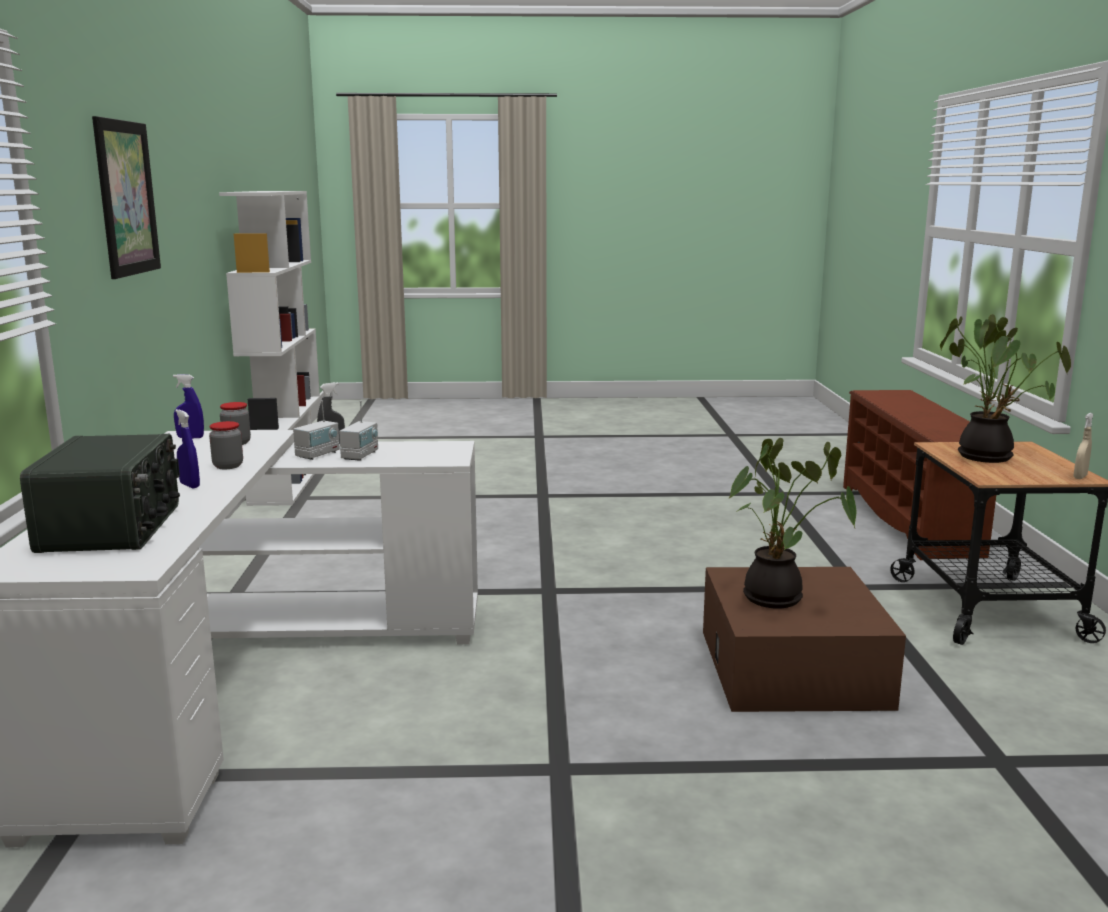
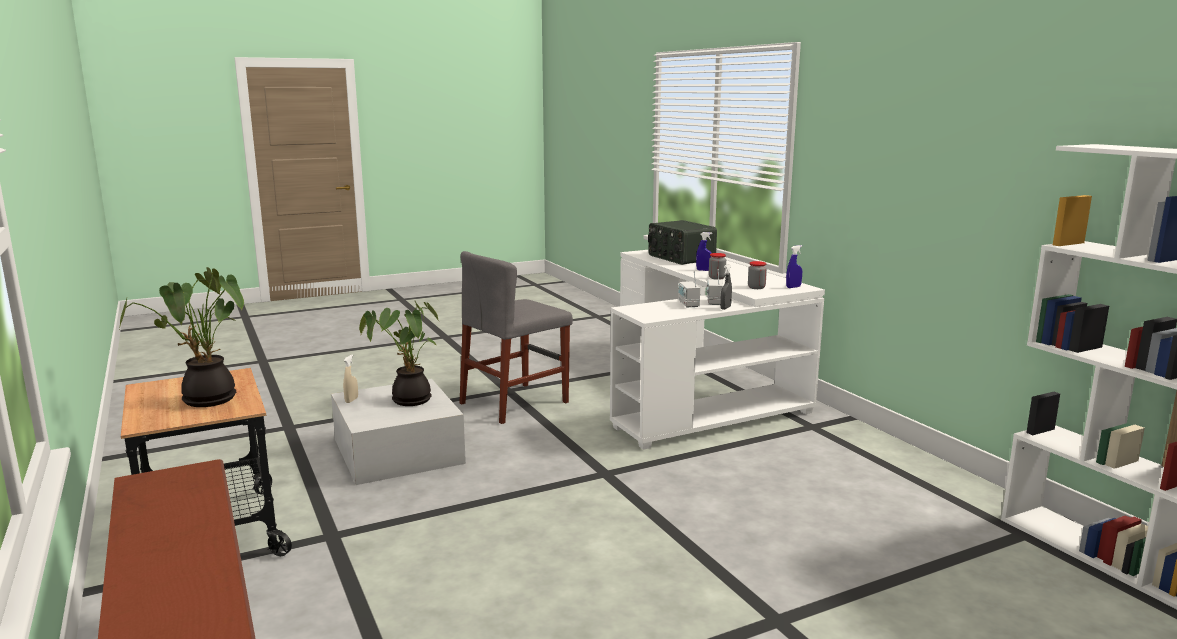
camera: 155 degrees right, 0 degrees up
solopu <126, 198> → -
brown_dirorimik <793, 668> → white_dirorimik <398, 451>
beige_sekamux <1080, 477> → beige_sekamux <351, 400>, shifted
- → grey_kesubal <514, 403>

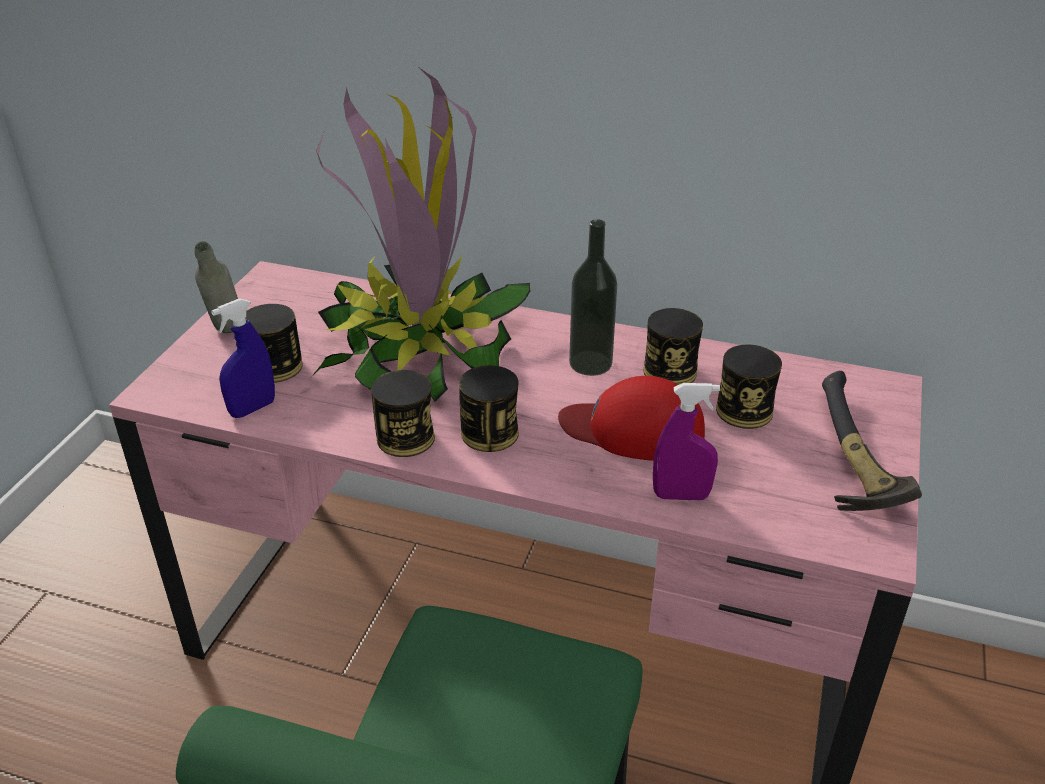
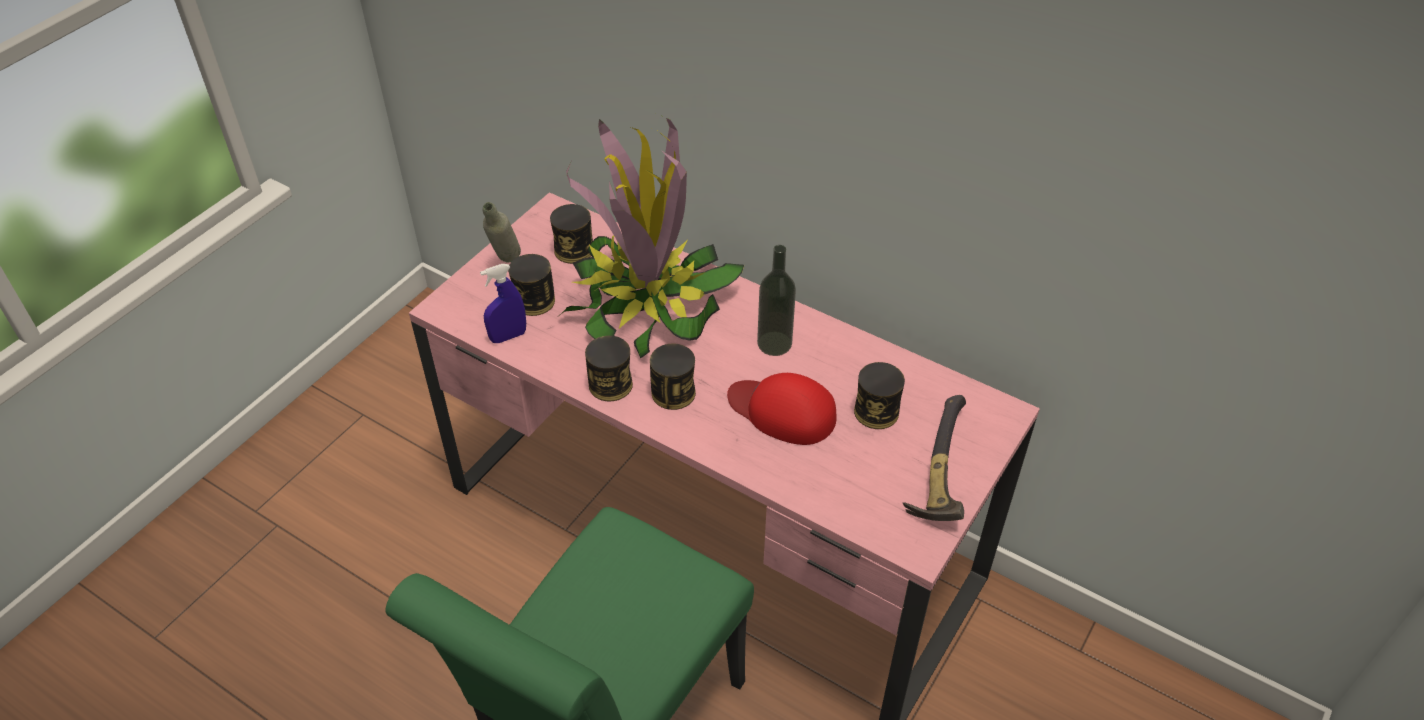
camera: 15 degrees right, 10 degrees up
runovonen <670, 371> → runovonen <574, 250>, shifted
purple_sekamux <681, 495> → -

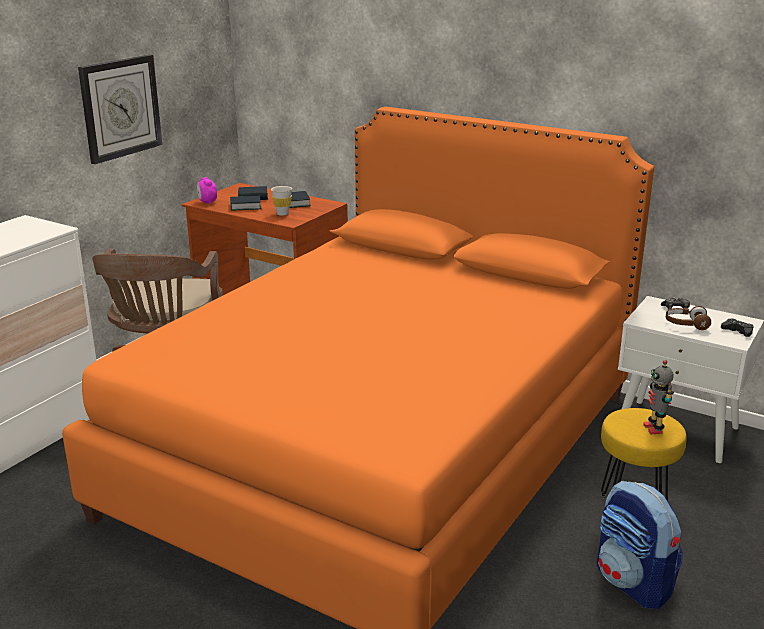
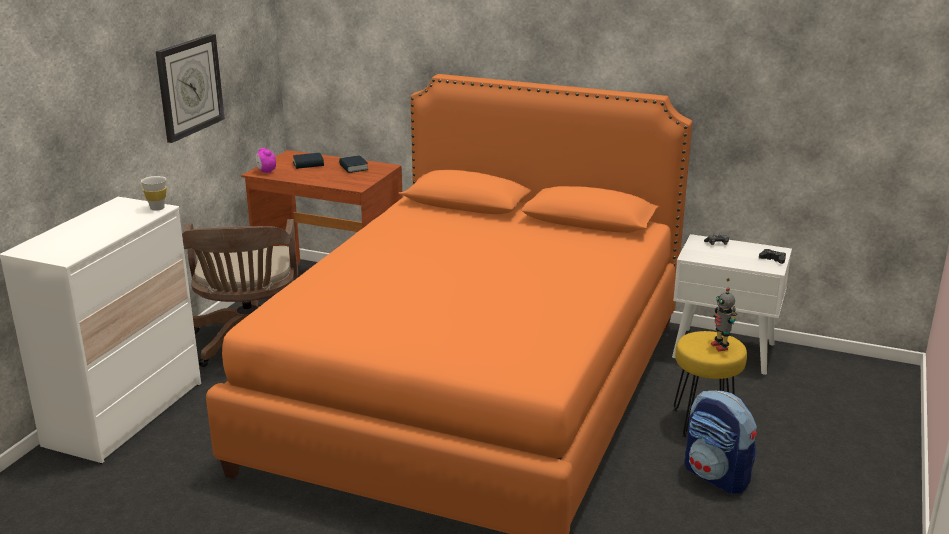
camera: 10 degrees left, 0 degrees up
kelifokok <245, 206> → -
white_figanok <282, 214> → white_figanok <157, 208>, shifted
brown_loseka <686, 324> → -

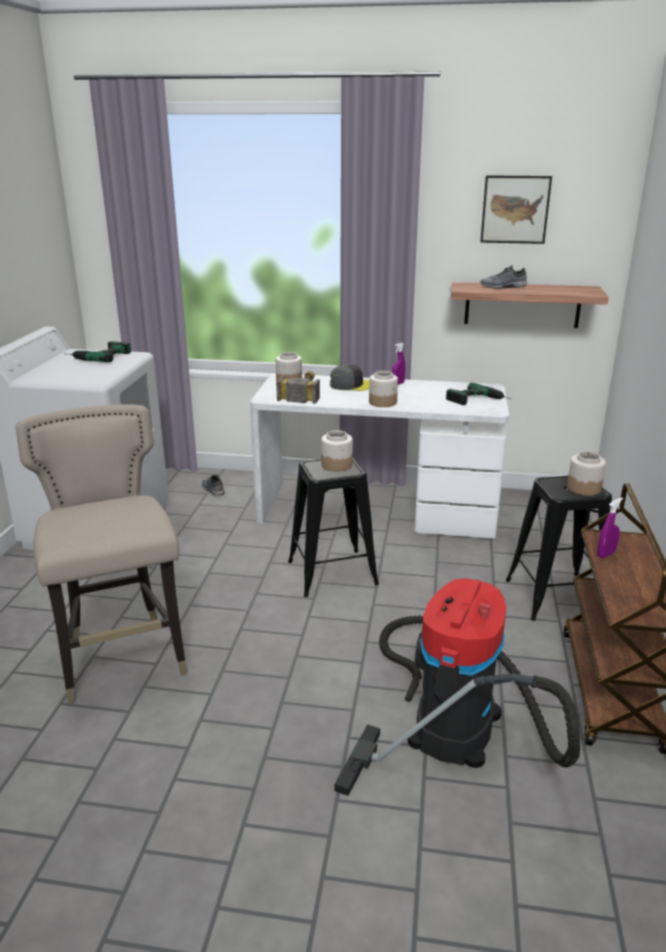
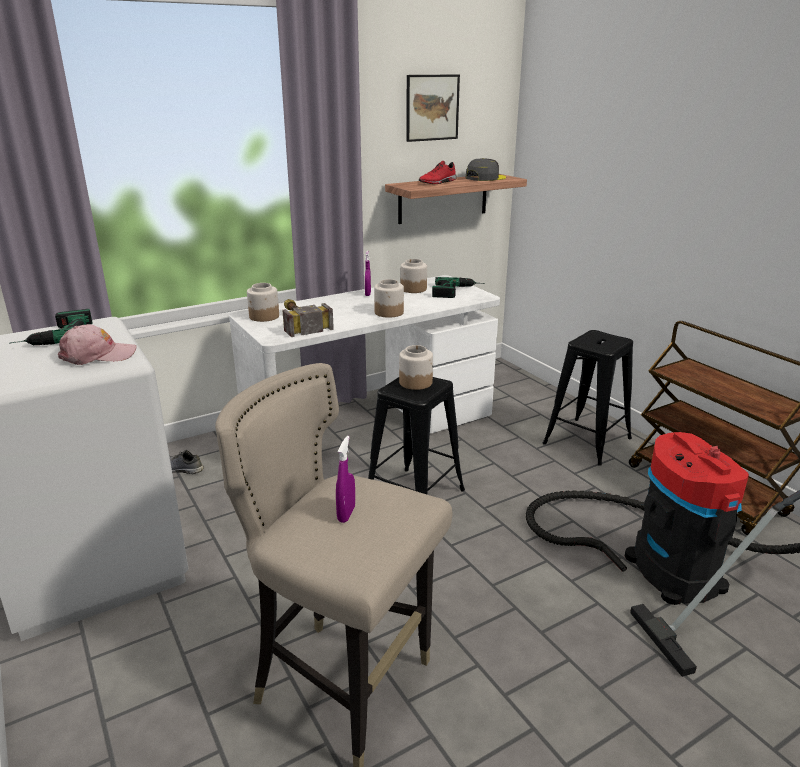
camera: 40 degrees left, 0 degrees up
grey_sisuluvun <351, 385> → grey_sisuluvun <485, 178>, shifted
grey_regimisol <503, 287> → red_regimisol <438, 182>
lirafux <583, 488> → lirafux <413, 289>, shifted
purple_sekamux <606, 554> → purple_sekamux <346, 514>, shifted
- → pink_sisuluvun <98, 355>

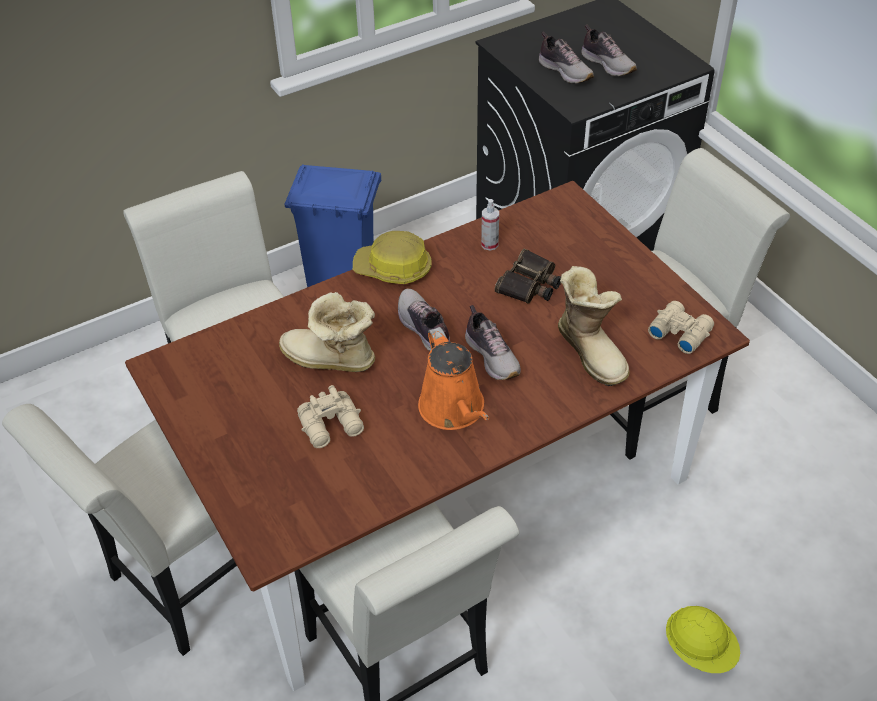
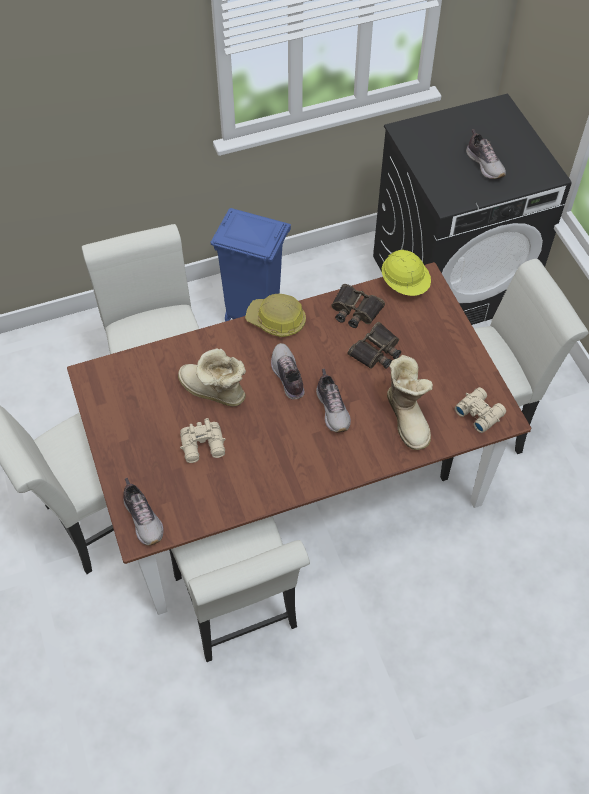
camera: 10 degrees right, 10 degrees up
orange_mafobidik <454, 410> → -
sekamux <489, 244> → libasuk <354, 311>
regimisol <565, 71> → regimisol <144, 518>, shifted
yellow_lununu <699, 650> → yellow_lununu <405, 284>, shifted

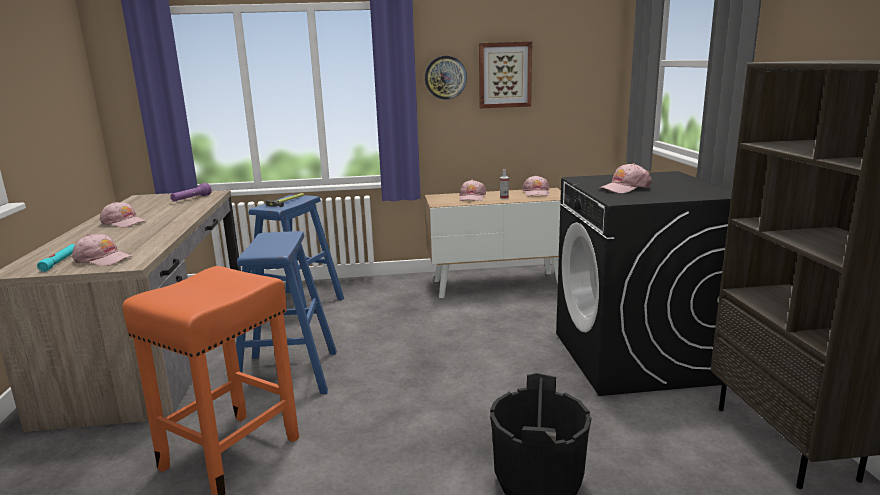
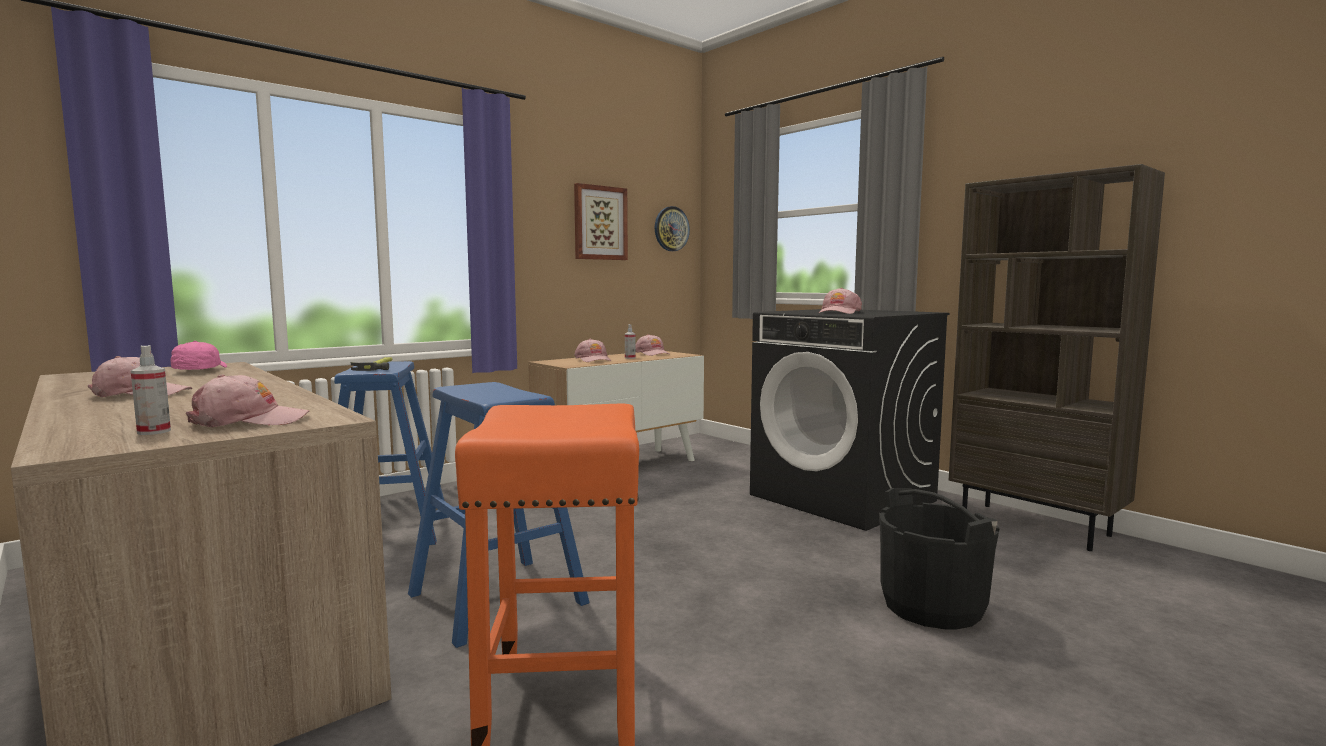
camera: 35 degrees left, 10 degrees down
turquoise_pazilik <60, 261> → sekamux <154, 432>
purple_pazilik <191, 199> → pink_sisuluvun <199, 370>
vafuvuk <445, 77> → vafuvuk <671, 229>, shifted

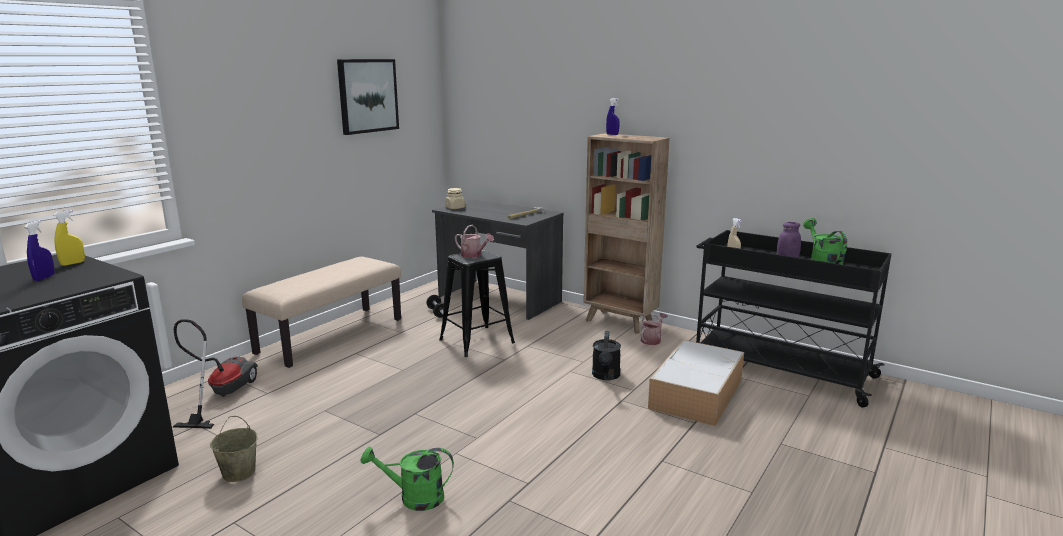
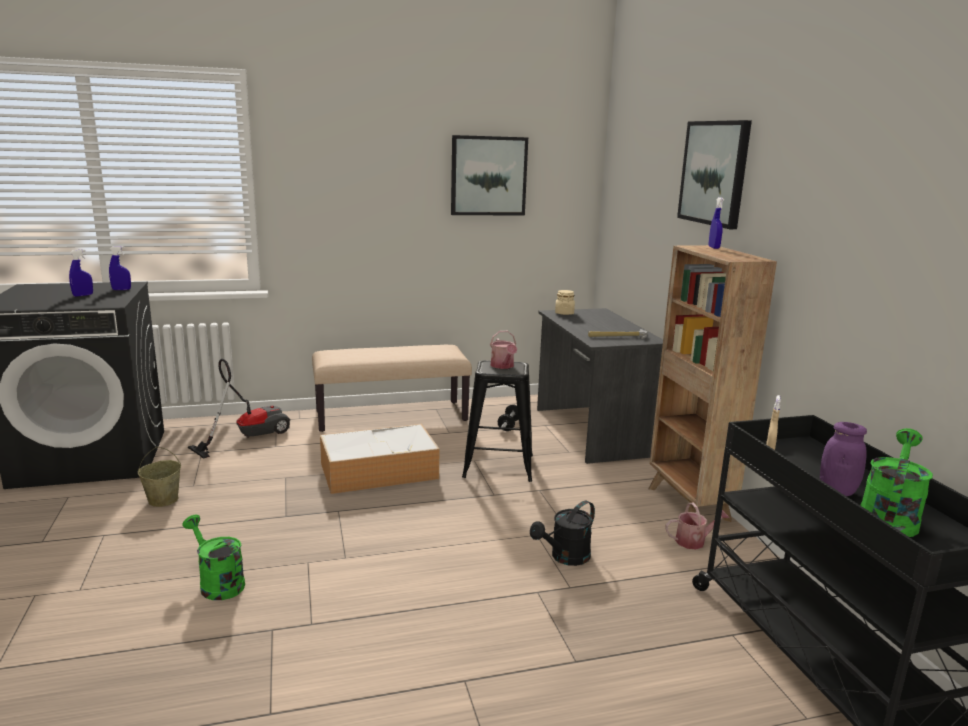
camera: 40 degrees right, 0 degrees up
yellow_sekamux <73, 263> → blue_sekamux <121, 289>
dirorimik <696, 393> → dirorimik <380, 471>, shifted
- → solopu <714, 173>

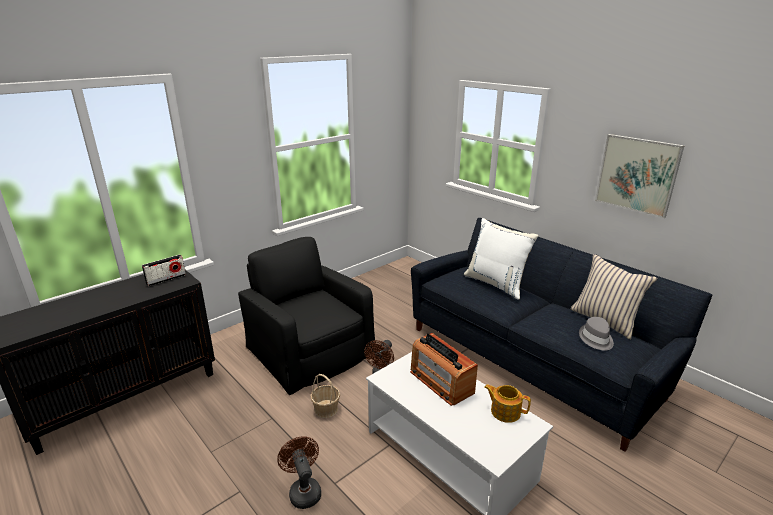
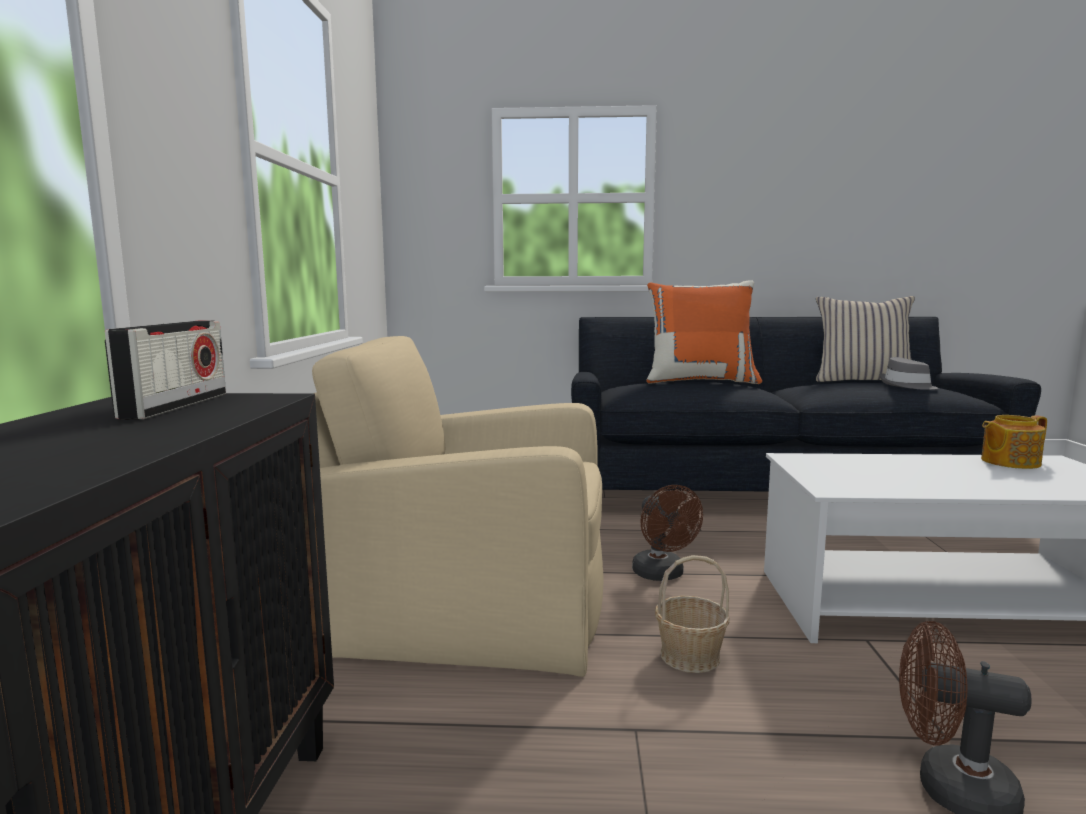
camera: 45 degrees left, 15 degrees down
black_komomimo <309, 349> → beige_komomimo <471, 601>
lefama <441, 382> → -
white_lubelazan <496, 283> → orange_lubelazan <700, 381>
solopu <637, 174> → -

